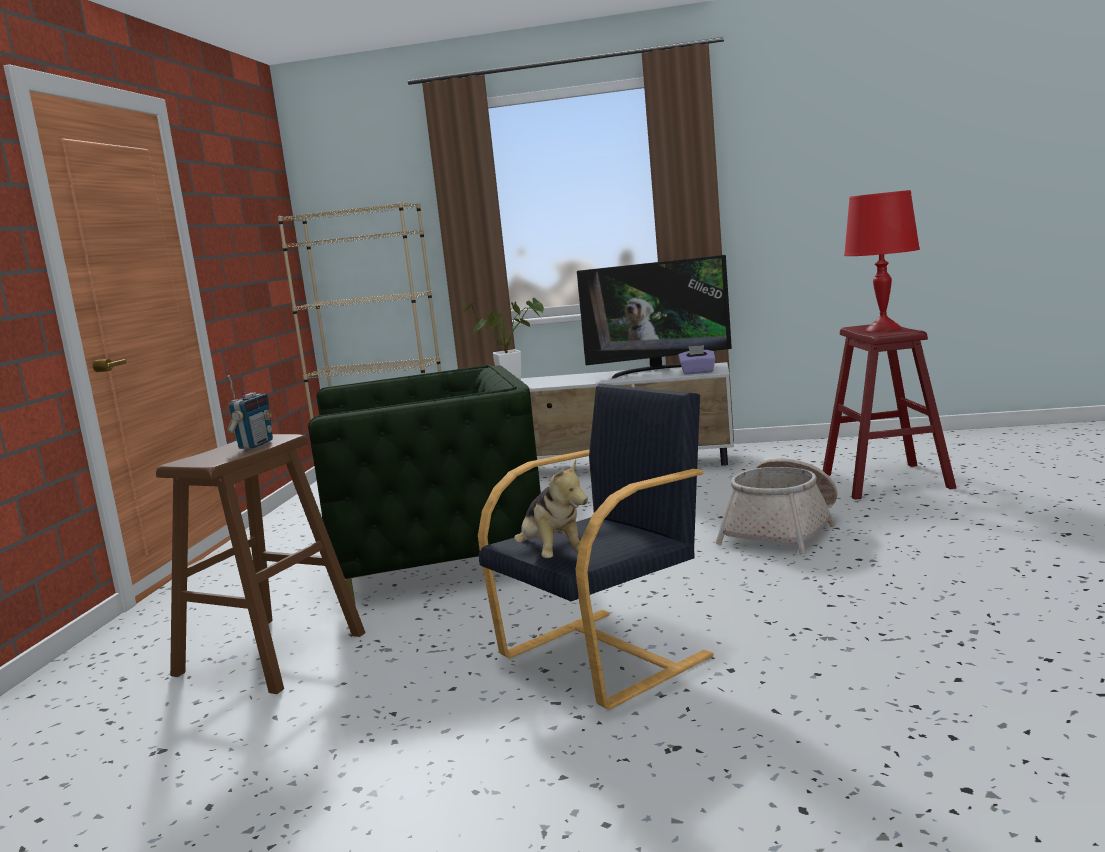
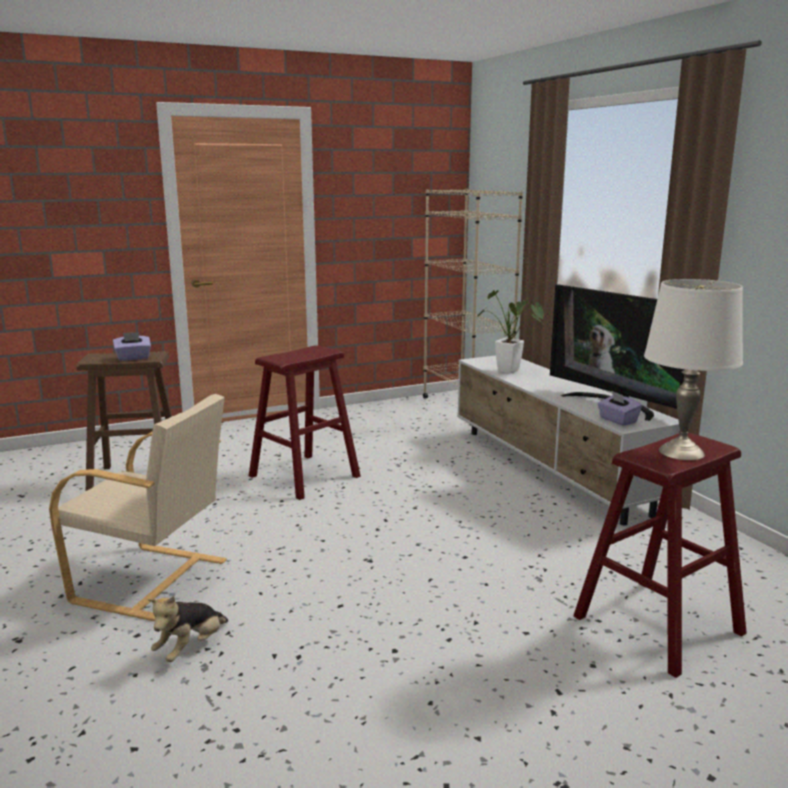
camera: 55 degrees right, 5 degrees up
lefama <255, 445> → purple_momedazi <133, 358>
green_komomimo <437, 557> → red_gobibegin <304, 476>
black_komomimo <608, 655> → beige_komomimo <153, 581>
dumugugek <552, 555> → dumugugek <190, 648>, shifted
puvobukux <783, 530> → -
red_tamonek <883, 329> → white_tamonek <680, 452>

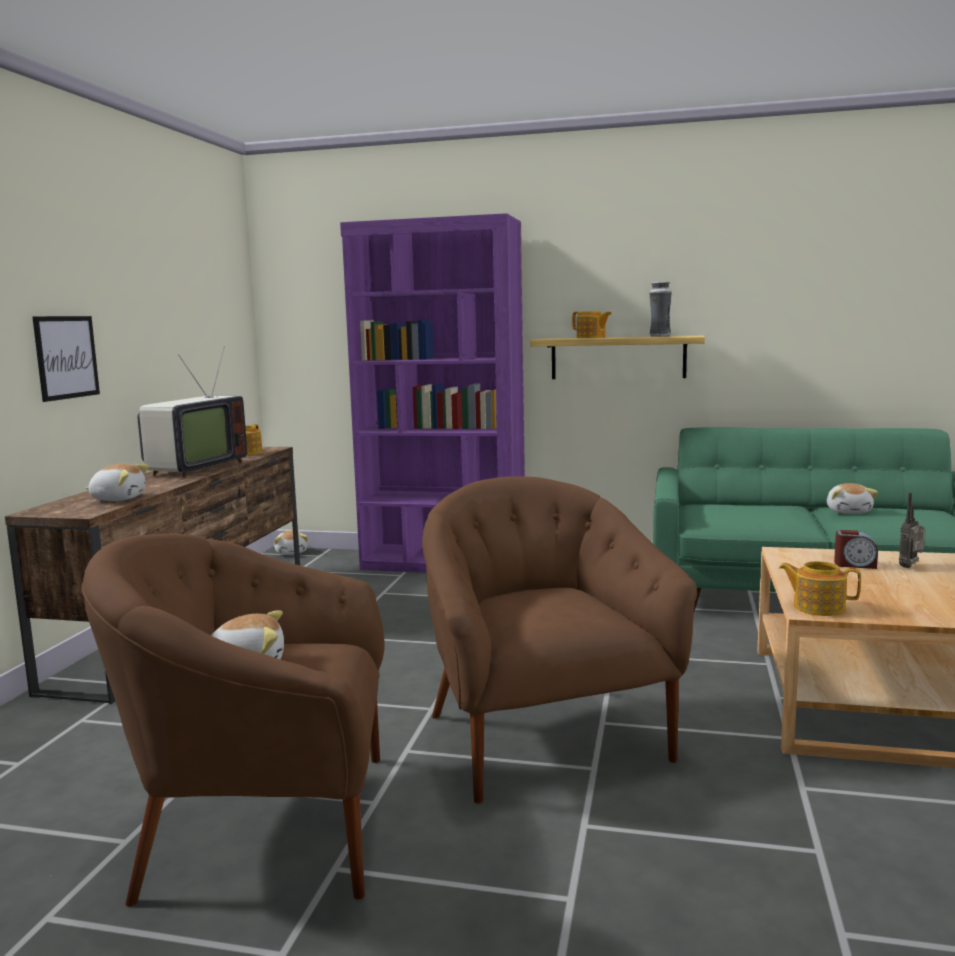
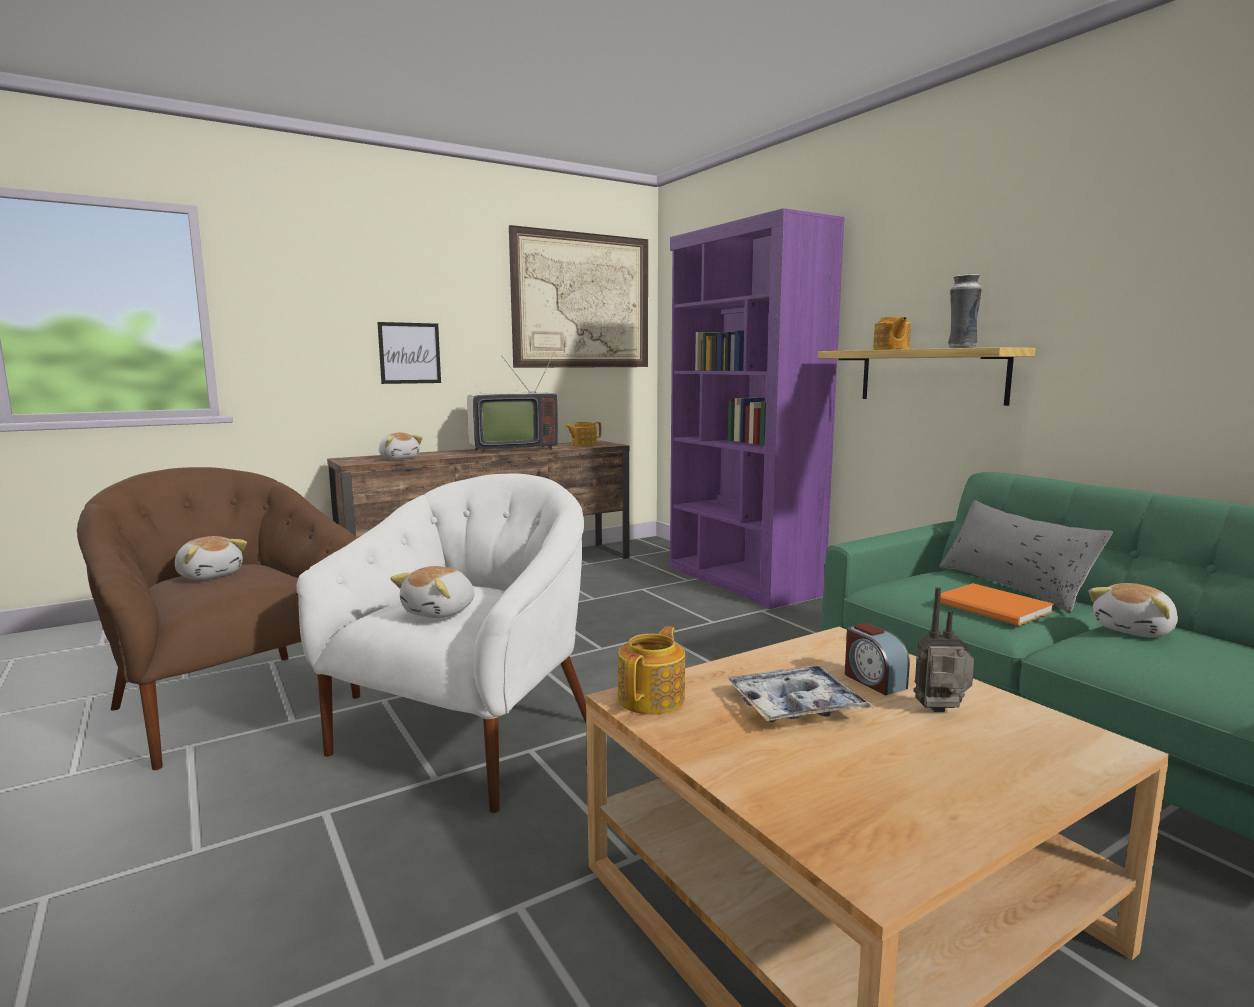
camera: 45 degrees right, 0 degrees up
dumugugek <292, 552> → dumugugek <440, 612>, shifted
brown_komomimo <543, 737> → white_komomimo <468, 737>
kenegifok <818, 607> → kenegifok <652, 698>, 45 degrees clockwise
- → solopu <582, 301>
- → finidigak <795, 706>
- → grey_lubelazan <1013, 585>
- → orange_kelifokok <994, 608>

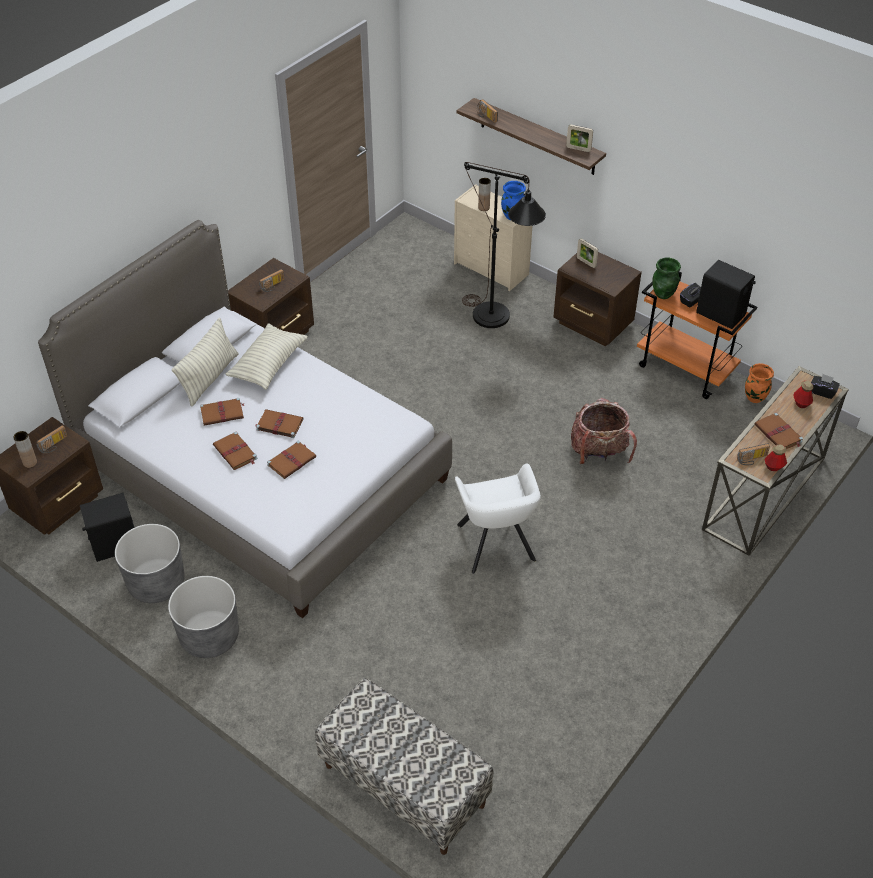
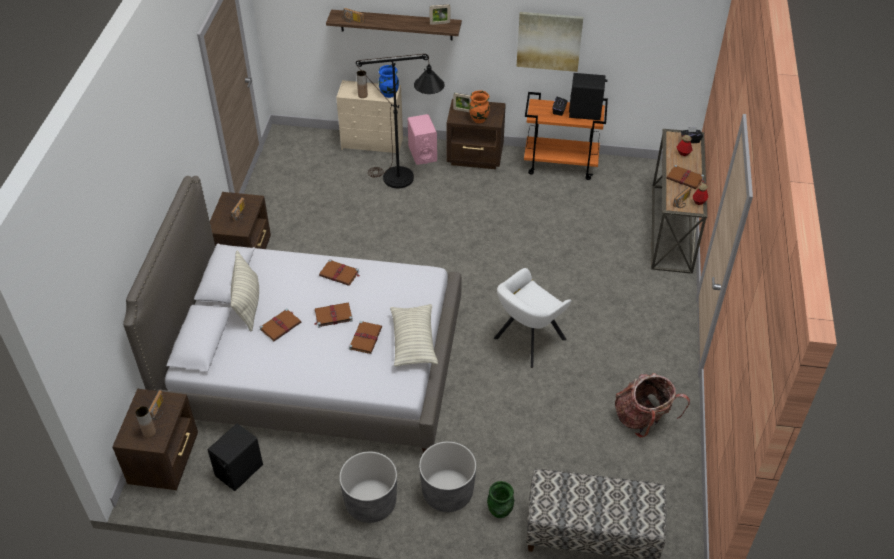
camera: 30 degrees left, 0 degrees up
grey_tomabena <156, 583> → grey_tomabena <447, 492>, shifted
brown_kelifokok <235, 453> → brown_kelifokok <340, 274>, shifted
lubelazan <268, 364> → lubelazan <413, 342>, shifted
white_komomimo <496, 546> → white_komomimo <527, 340>, 90 degrees clockwise
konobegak <599, 452> → konobegak <643, 419>, shifted
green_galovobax <663, 294> → green_galovobax <500, 511>, shifted
orange_galovobax <754, 398> → orange_galovobax <479, 119>, shifted
- → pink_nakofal <422, 153>
- → solopu <549, 41>

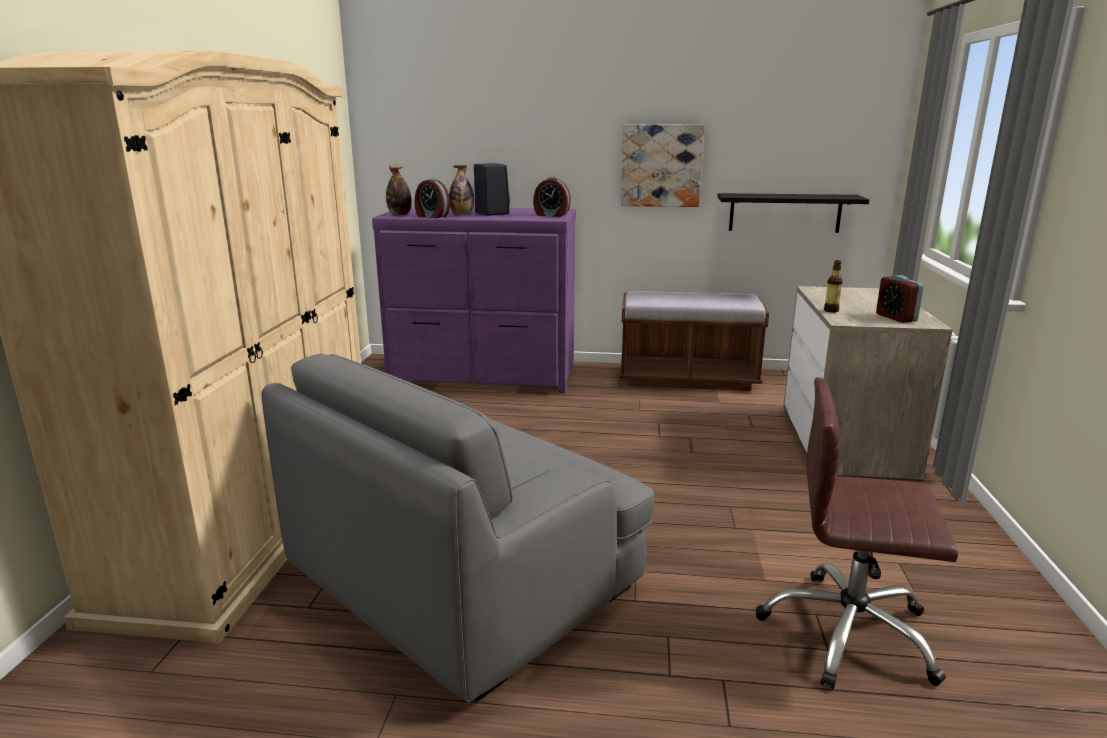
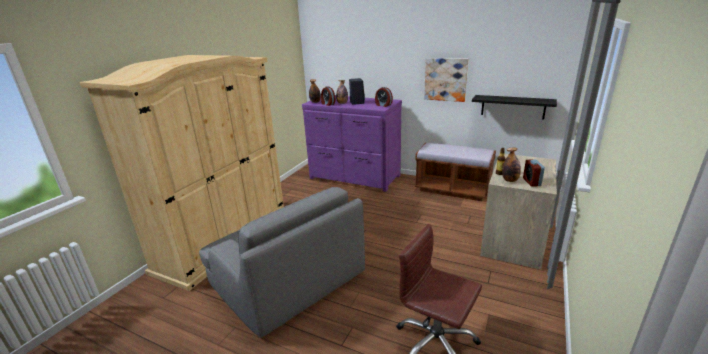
camera: 20 degrees right, 5 degrees up
grey_komomimo <464, 576> → grey_komomimo <288, 280>, 105 degrees counterclockwise
- → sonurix <510, 180>

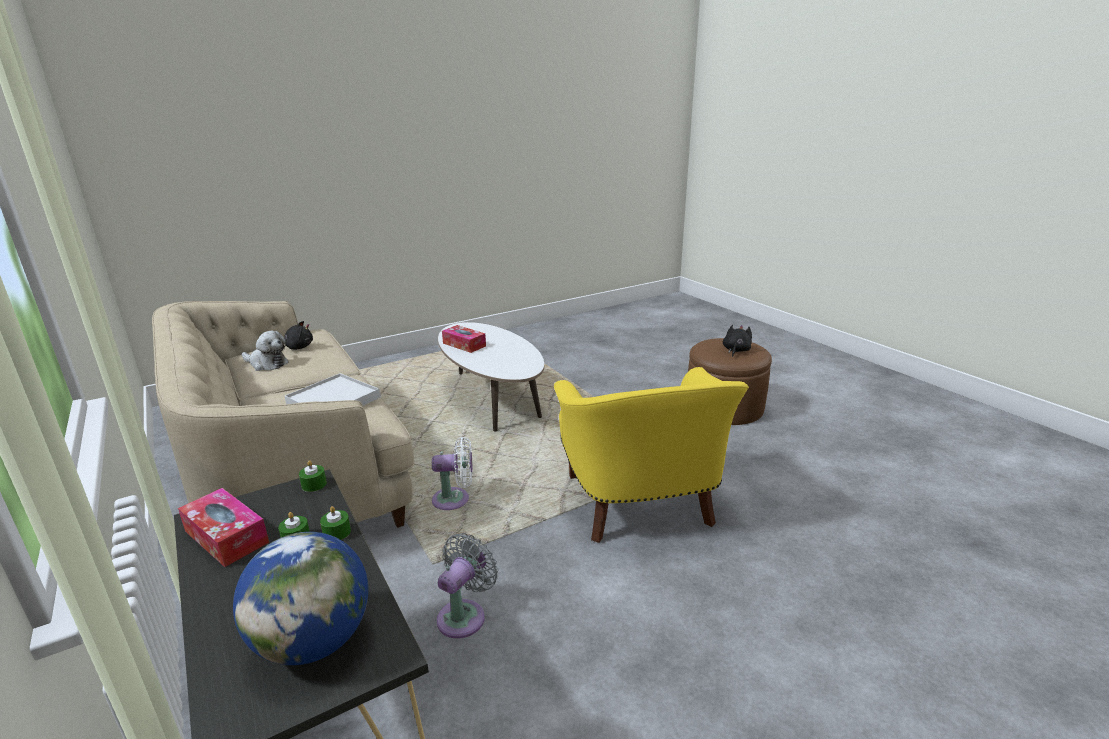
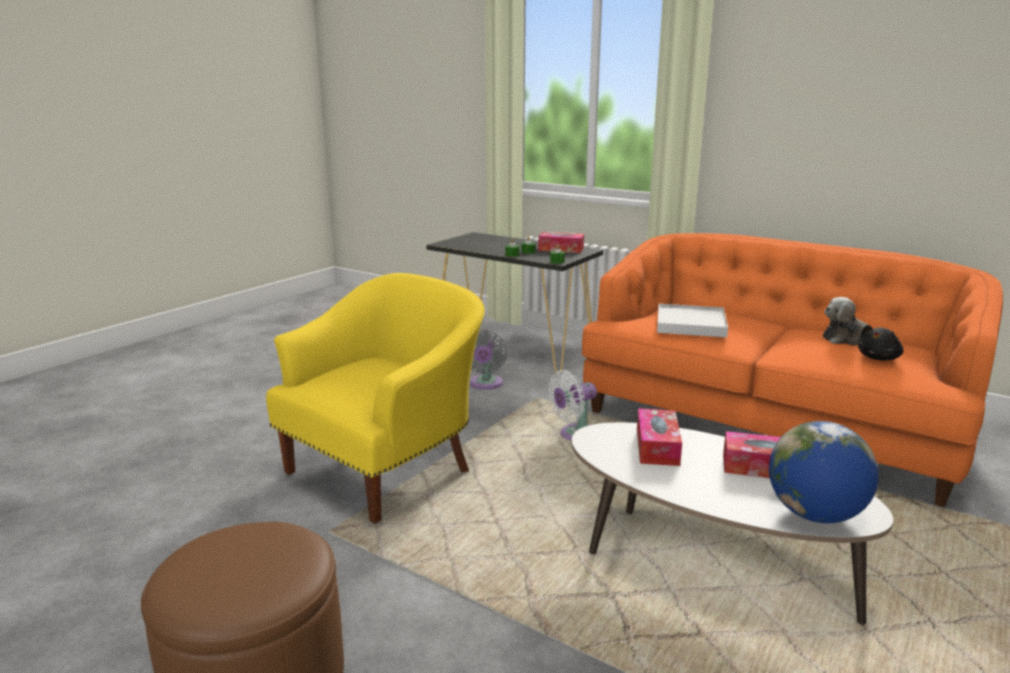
camera: 155 degrees right, 5 degrees down
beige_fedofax <291, 469> → orange_fedofax <769, 424>
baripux <313, 641> → baripux <815, 514>, shifted
yellow_komomimo <639, 505> → yellow_komomimo <386, 469>, 75 degrees clockwise
black_dumugugek <735, 350> → -
- → momedazi <657, 447>

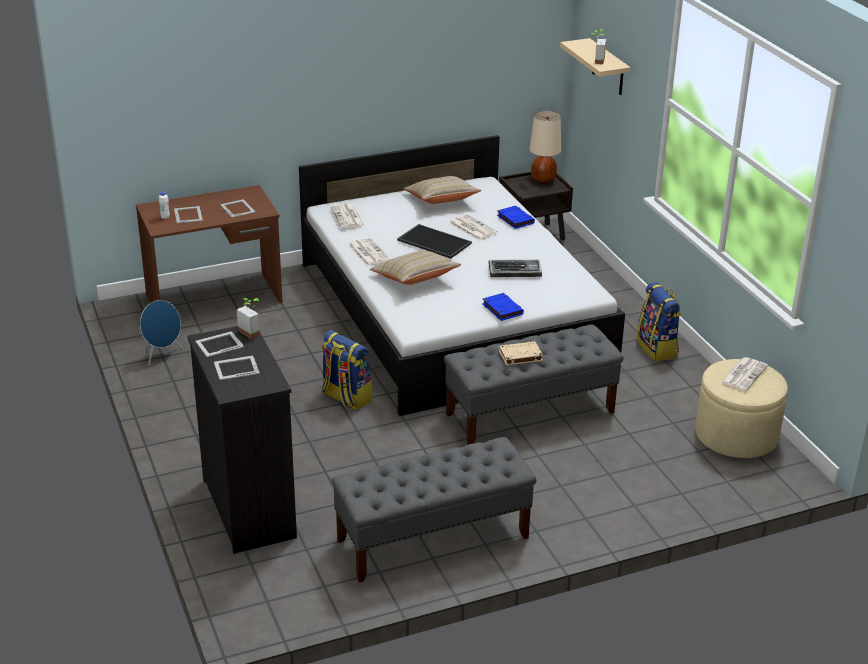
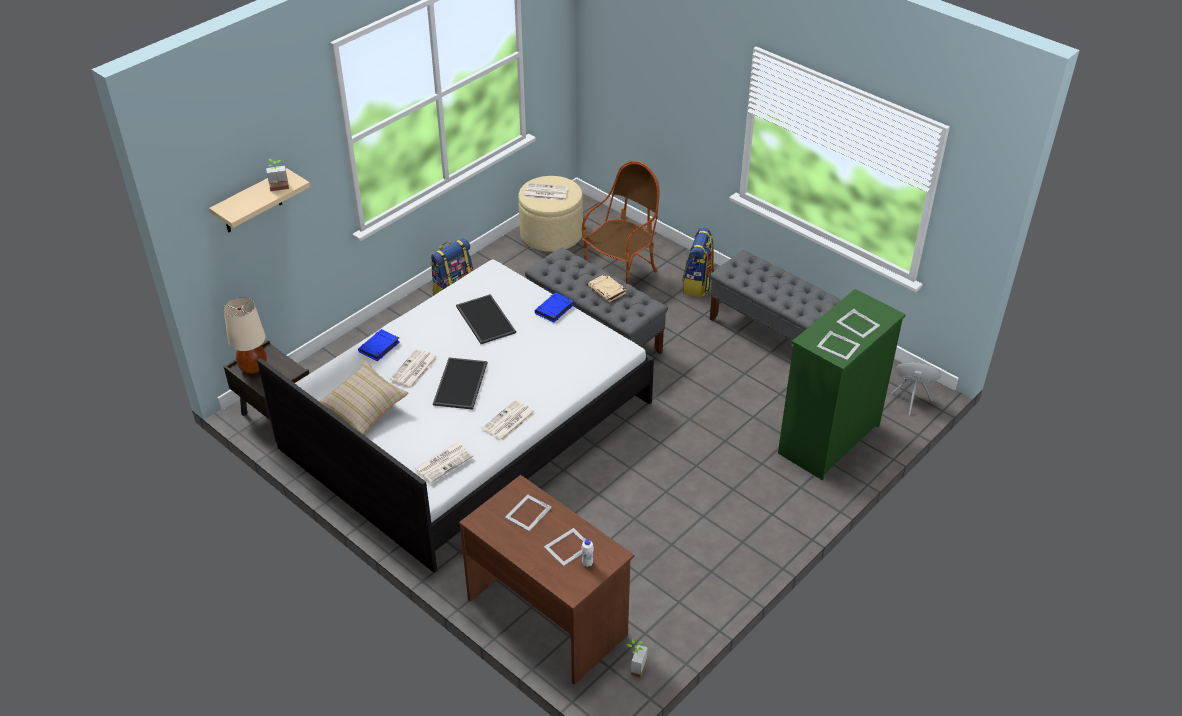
camera: 115 degrees left, 10 degrees up
blue_nakofal <162, 354> → blue_nakofal <911, 400>, shifted
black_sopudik <249, 507> → green_sopudik <827, 439>
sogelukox <252, 331> → sogelukox <634, 666>, shifted
konobegak <345, 397> → konobegak <698, 285>, shifted
beige_lubelazan <415, 279> → -
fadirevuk <515, 271> → finidigak <484, 319>
- → komomimo <620, 277>

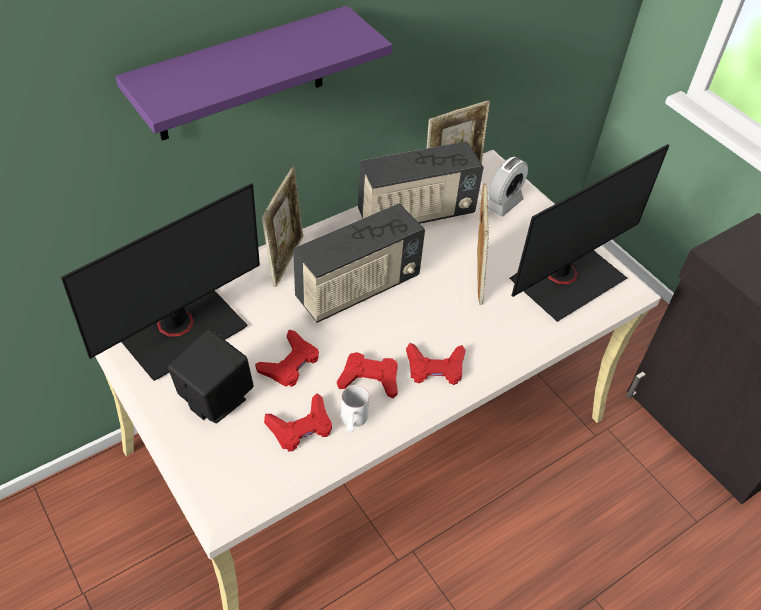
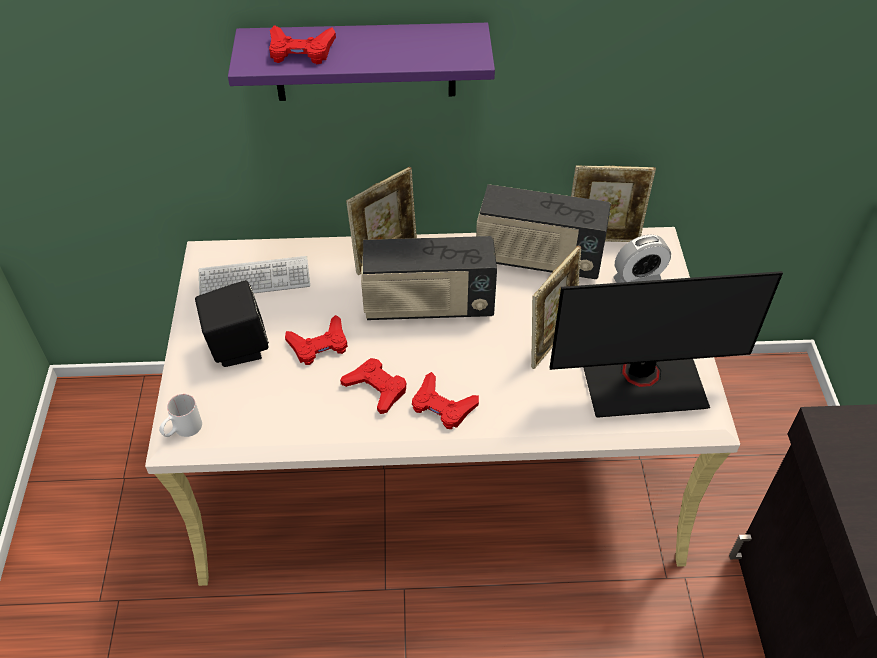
camera: 35 degrees right, 0 degrees up
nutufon <181, 330> → fadirevuk <254, 279>
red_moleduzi <301, 427> → red_moleduzi <301, 51>, shifted
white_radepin <353, 422> → white_radepin <182, 430>, shifted

